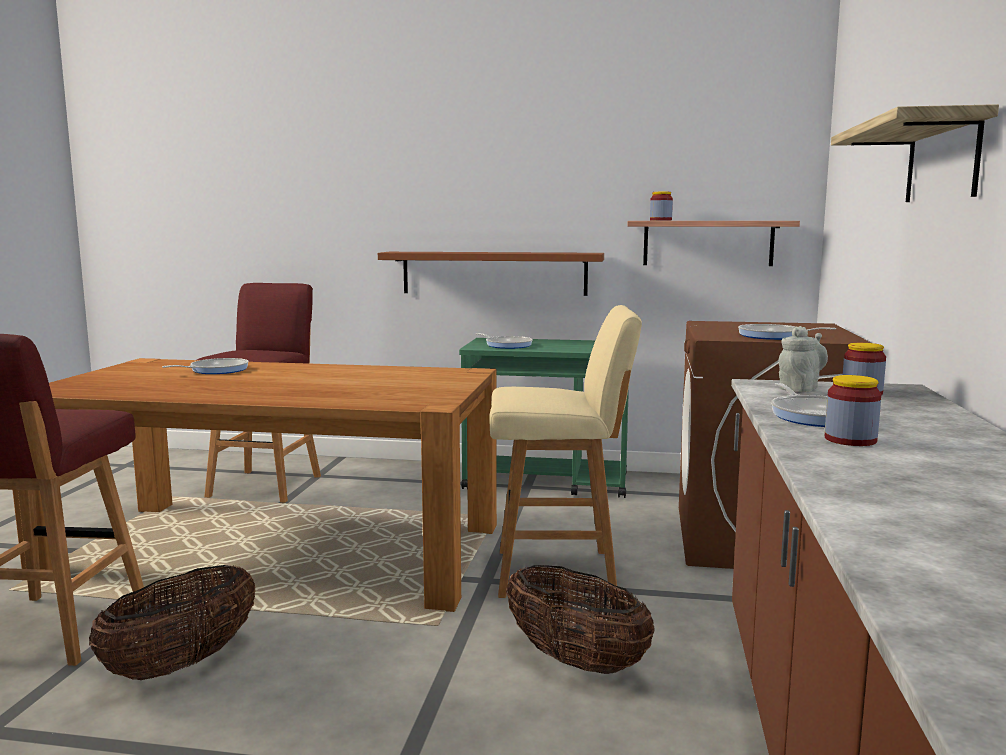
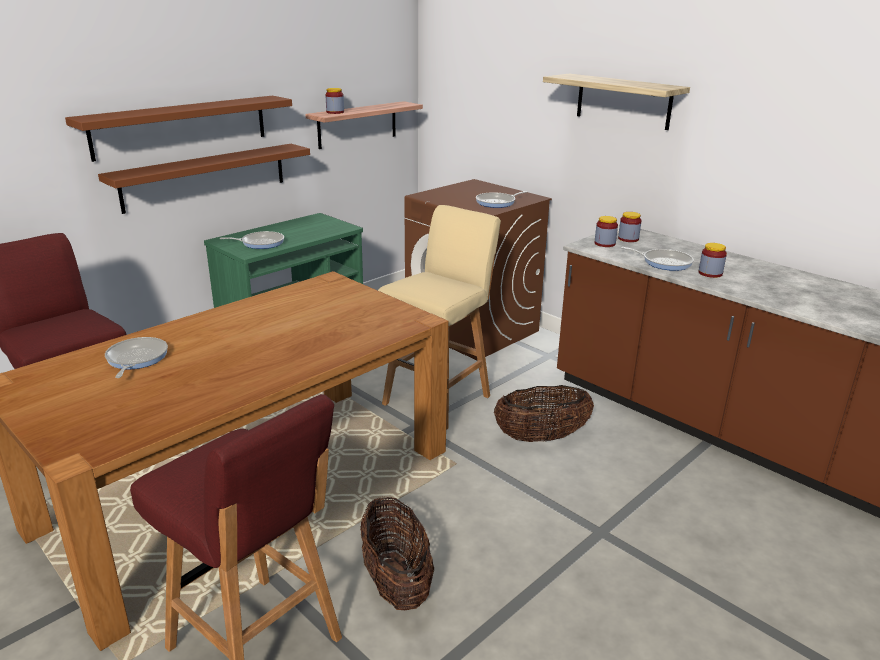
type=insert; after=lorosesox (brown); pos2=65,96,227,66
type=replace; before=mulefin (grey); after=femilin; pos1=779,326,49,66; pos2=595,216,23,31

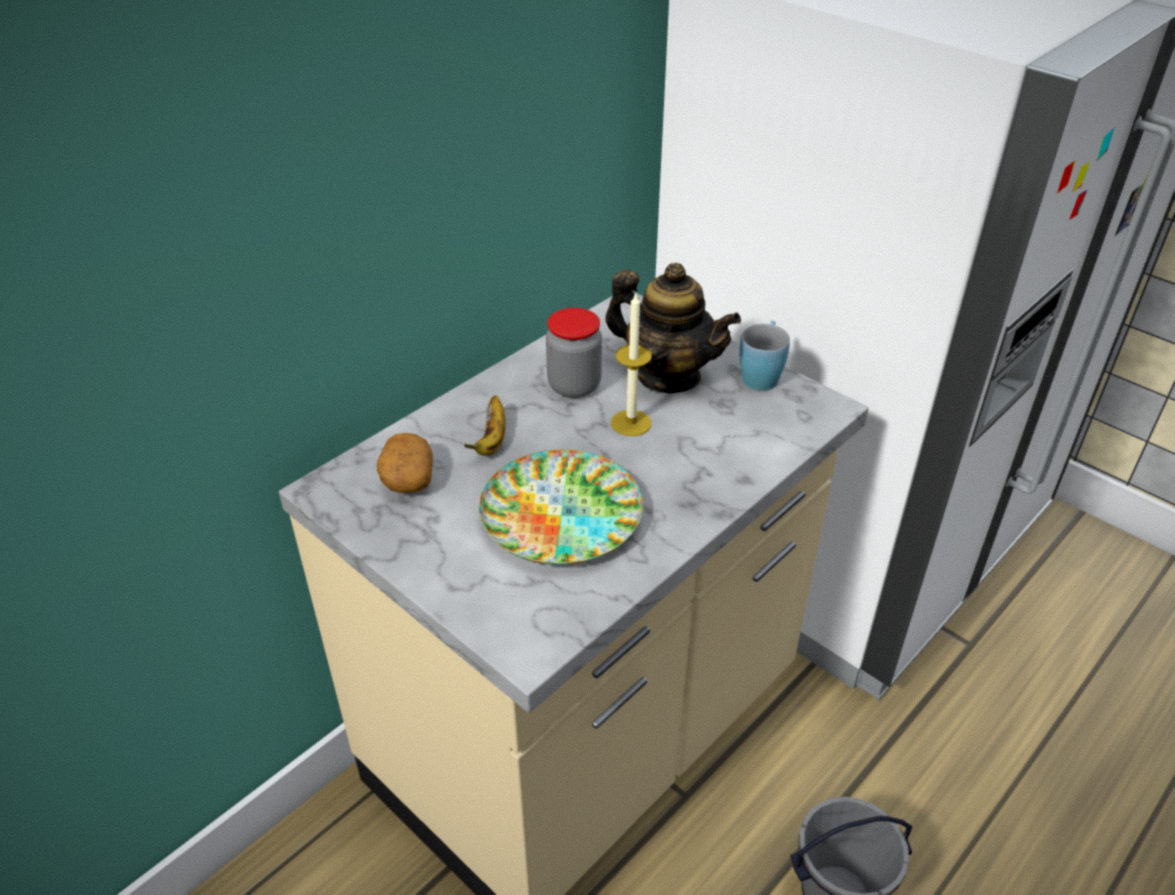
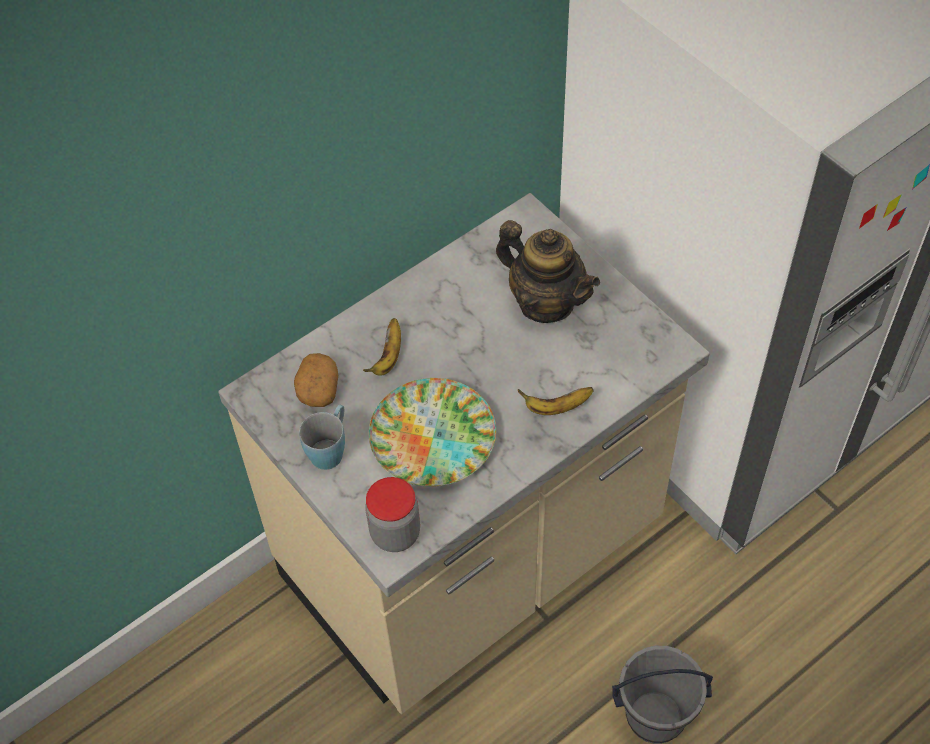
type=move; before=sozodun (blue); pos1=740,320,50,71; pos2=299,405,46,65
type=move; before=femilin; pos1=546,308,56,90; pos2=365,477,55,75
type=insert; after=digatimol; pos2=517,387,77,28
type=delete; before=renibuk; pos1=611,294,41,142

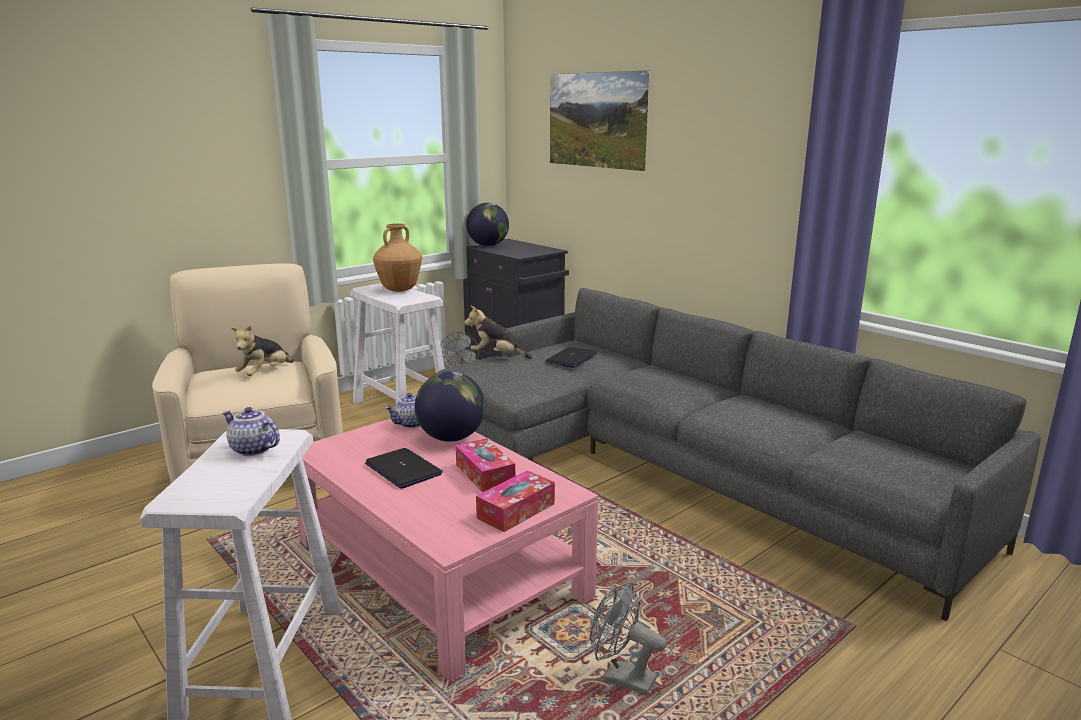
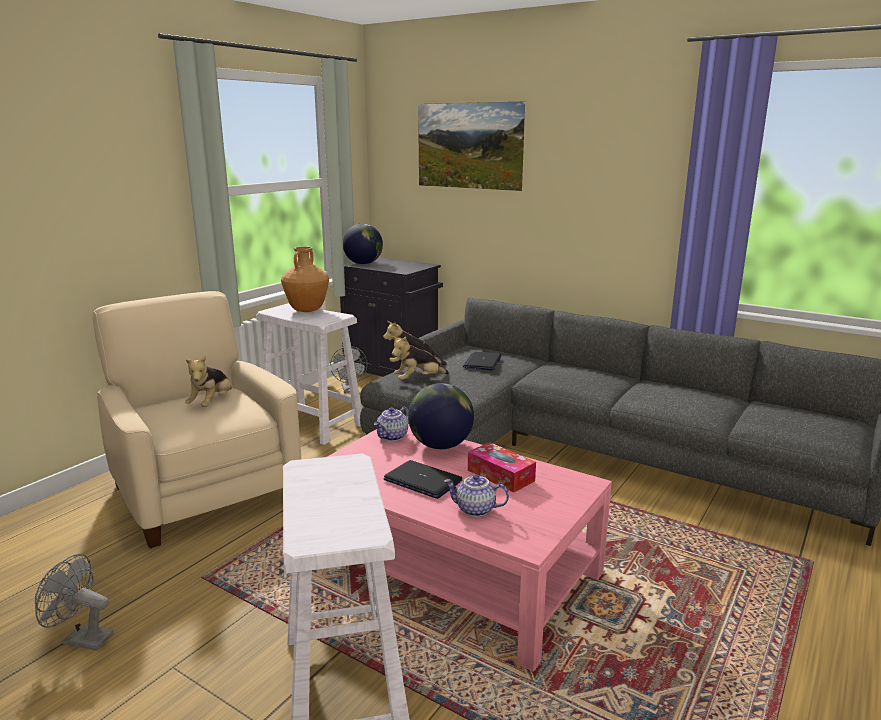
type=move; before=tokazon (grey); pos1=590,582,76,114; pos2=35,554,79,97
type=insert; after=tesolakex; pos2=392,336,57,44
type=move; before=mulefin; pos1=222,407,58,49; pos2=444,474,65,43
type=delete; before=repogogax; pos1=476,470,79,62

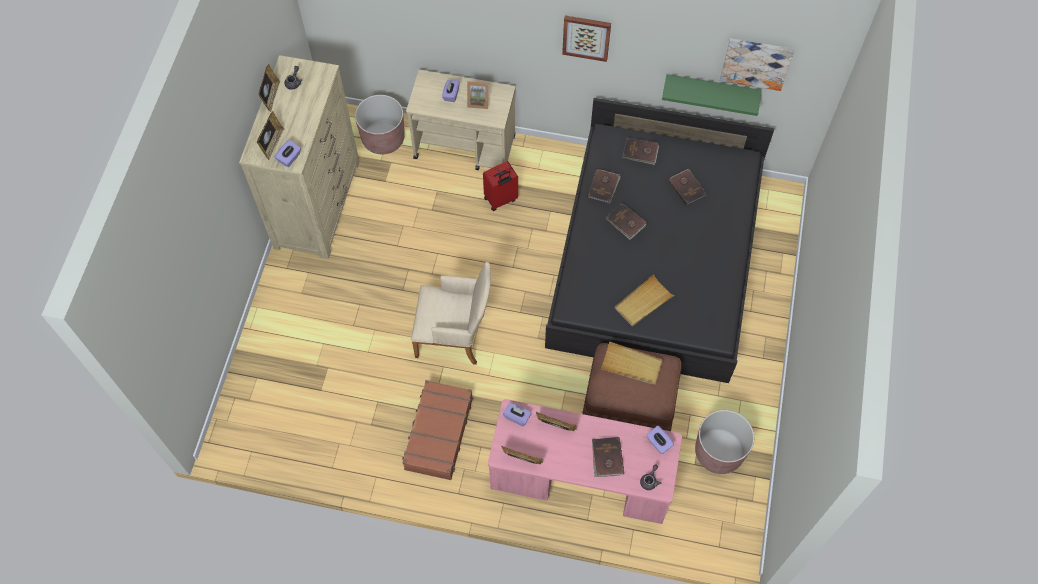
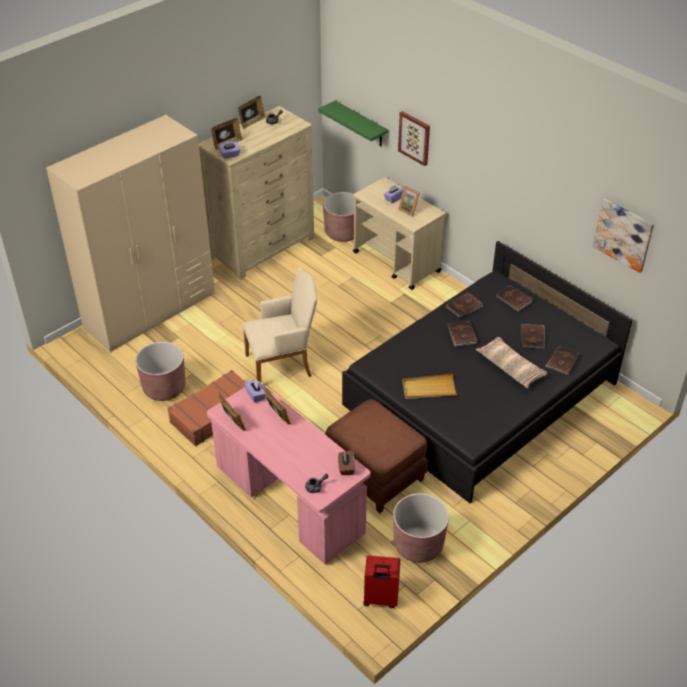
type=insert; after=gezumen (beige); pos2=46,115,169,238
type=insert; after=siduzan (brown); pos2=135,342,51,59
type=rotate; before=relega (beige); pos1=411,262,80,103; pos2=242,267,75,115; turn=-60
type=move; before=lorosesox (green); pos1=662,74,100,42; pos2=318,101,70,45
type=recolor; before=repogogax (purple); after=repogogax (brown); pos1=646,426,28,28; pos2=338,450,17,25
type=move; before=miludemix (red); pos1=483,161,35,50; pos2=363,556,37,52
type=move; before=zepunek; pos1=562,16,49,46; pos2=398,111,32,55
type=insert; after=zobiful; pos2=476,337,71,51
type=move; before=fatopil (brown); pos1=592,437,32,40; pos2=545,346,36,29
type=delete; before=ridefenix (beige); pos1=601,341,62,44

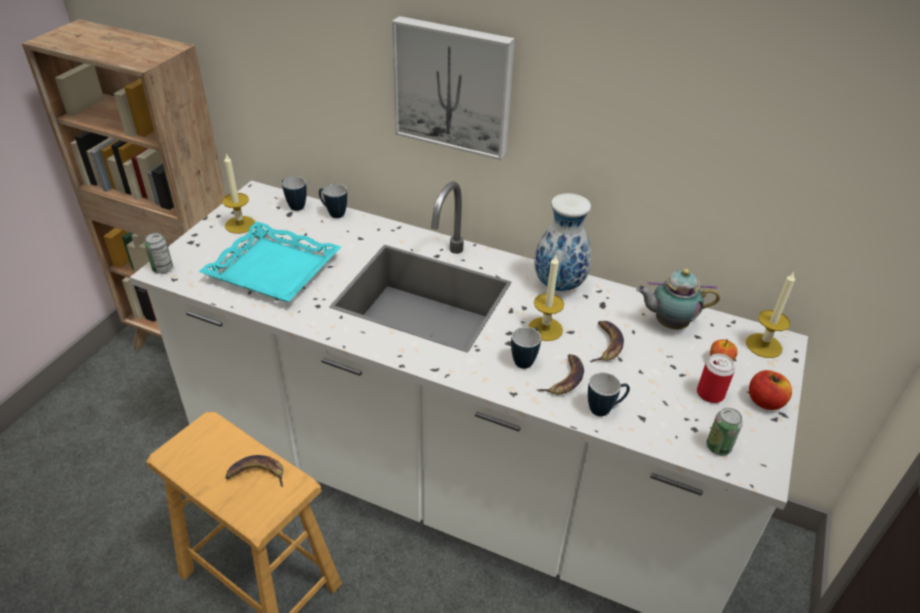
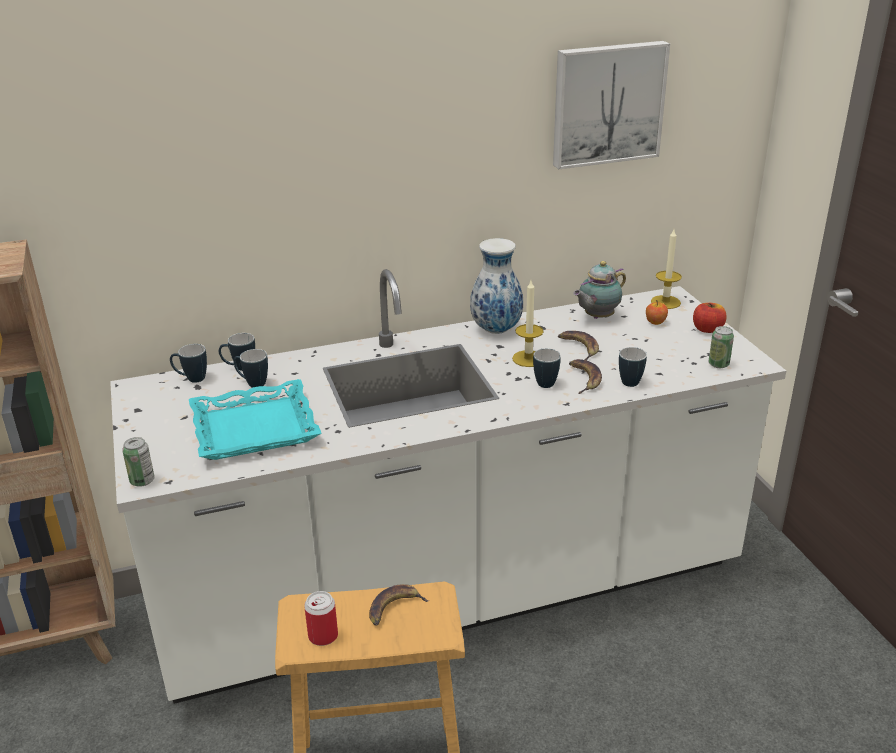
type=insert; after=sozodun; pos2=233,349,35,39
type=move; before=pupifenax; pos1=697,354,38,49; pos2=304,591,34,55
type=move; before=zepunek; pos1=392,16,123,144; pos2=553,41,117,128
type=delete; before=renibuk; pos1=222,153,33,81

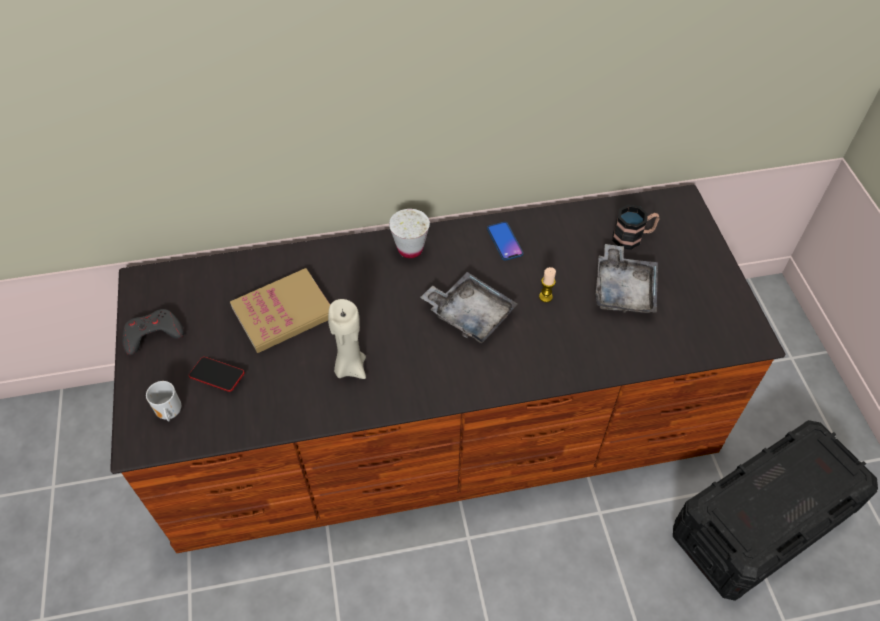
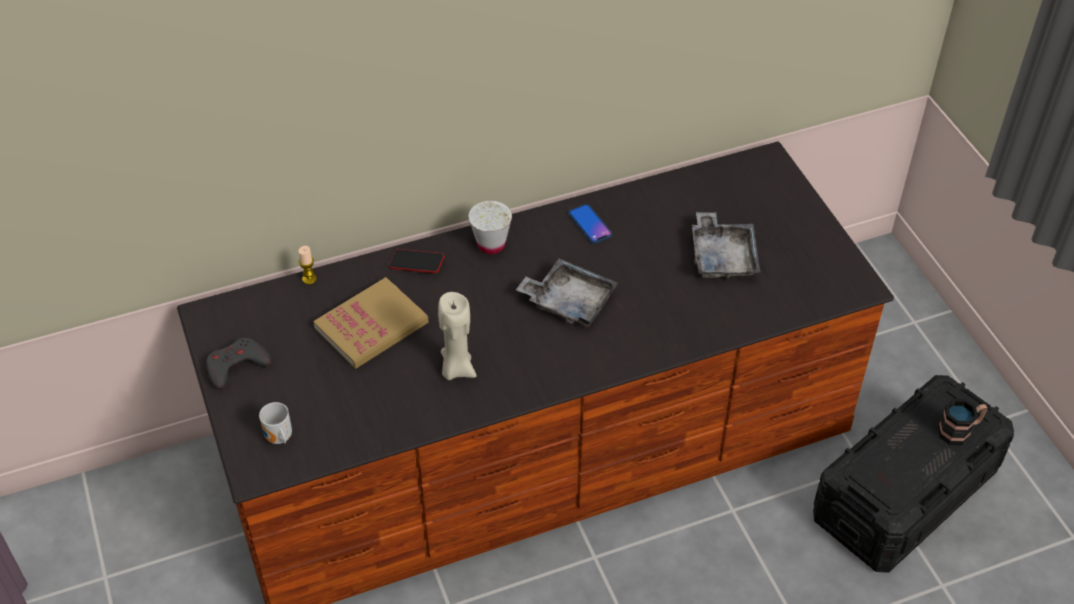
type=move; before=renibuk; pos1=539,267,17,35; pos2=298,246,19,39
type=move; before=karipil; pos1=189,357,56,35; pos2=389,249,56,24
type=move; before=sozodun; pos1=612,204,48,46; pos2=937,399,50,46

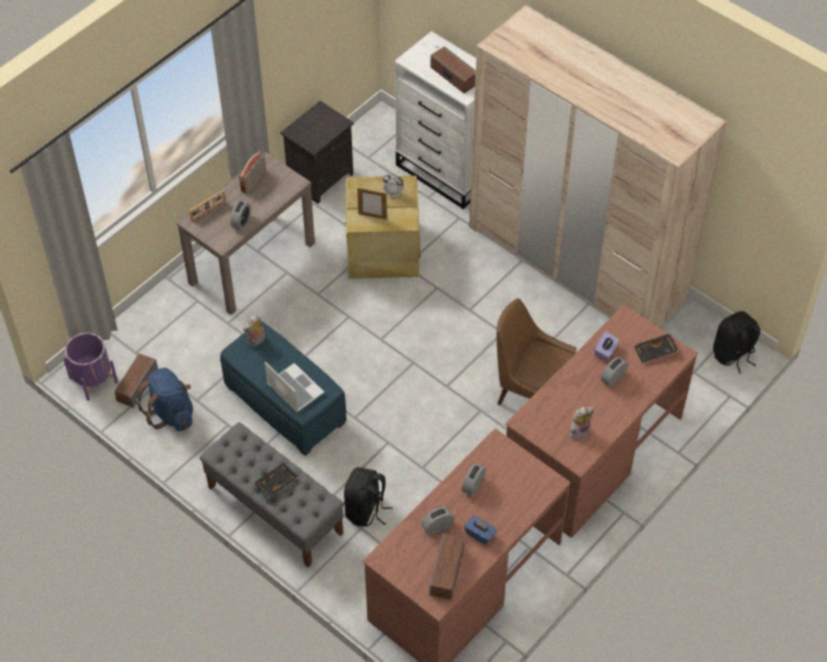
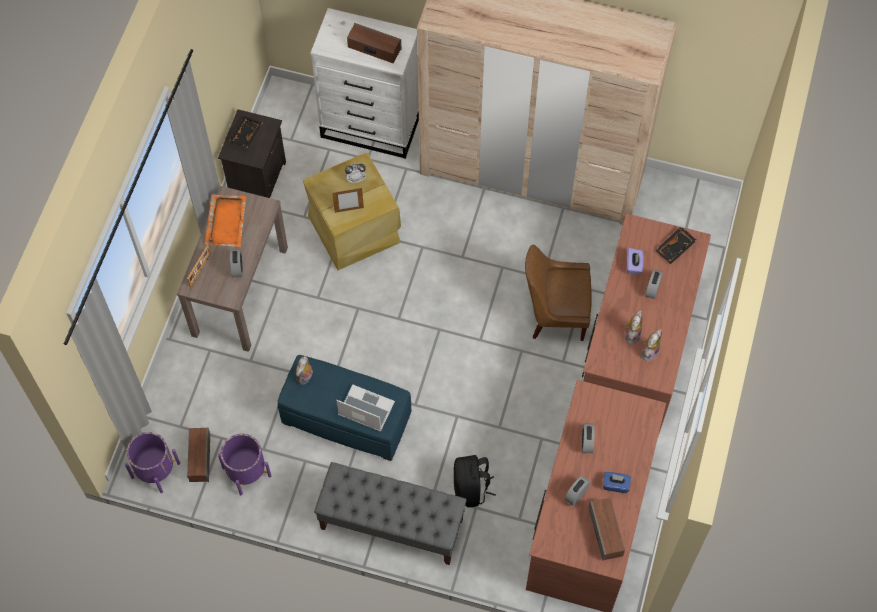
type=replace; before=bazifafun; after=ridefenix (orange); pos1=239,152,27,42; pos2=205,194,41,53
type=replace; before=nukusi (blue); after=siduzan (purple); pos1=136,368,57,63; pos2=218,434,53,61
type=move; before=ridefenix (black); pos1=254,463,45,35; pos2=229,116,33,32
type=insert; after=tesolakex; pos2=625,310,18,37
type=delete; before=nukusi (black); pos1=713,311,47,63

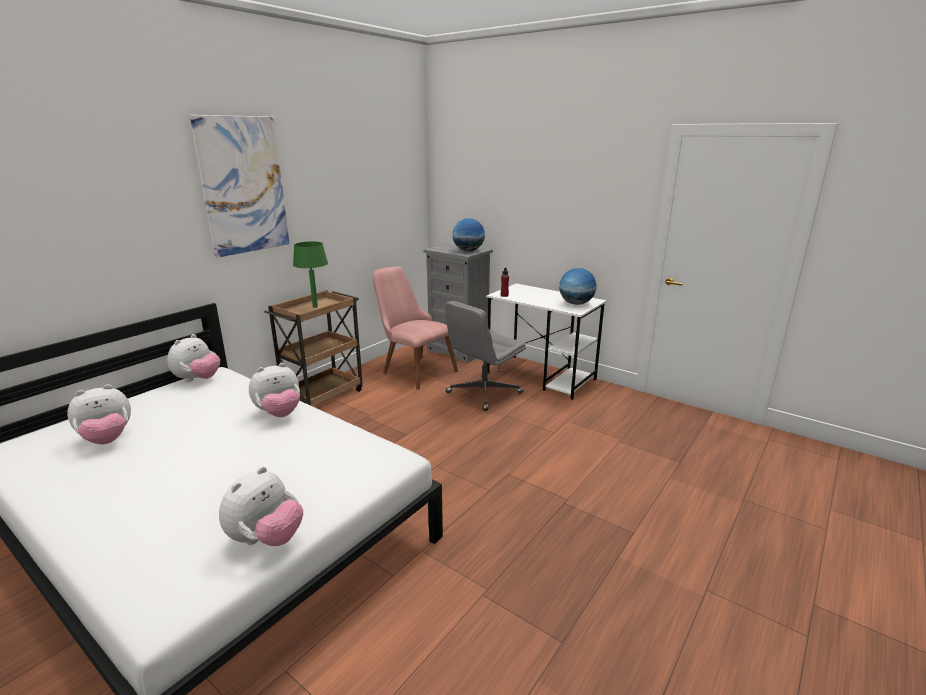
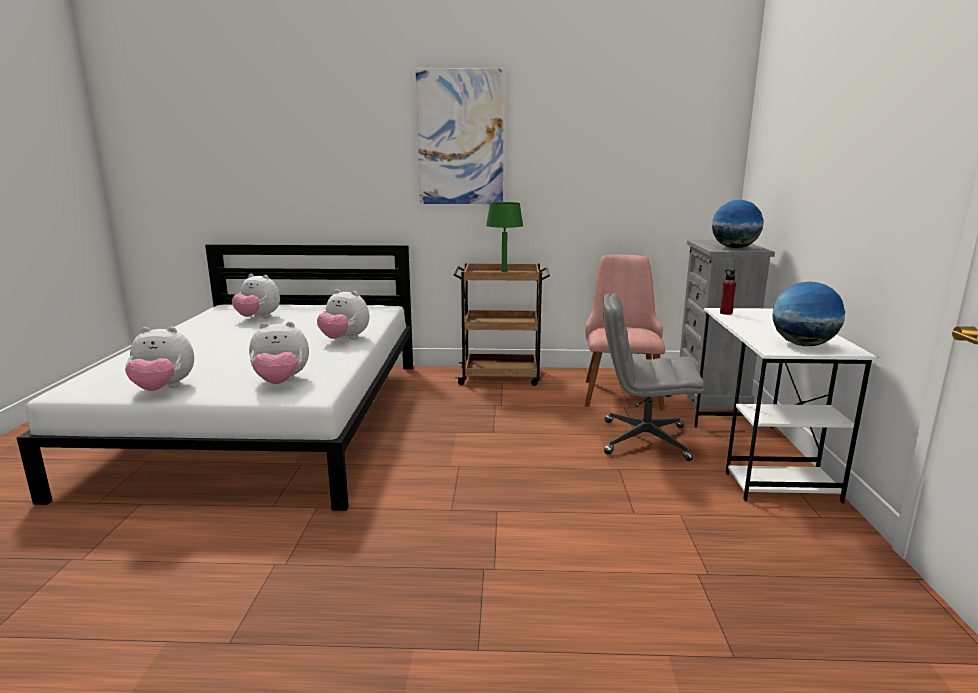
type=move; before=tesolakex; pos1=167,334,53,48; pos2=249,321,60,63

